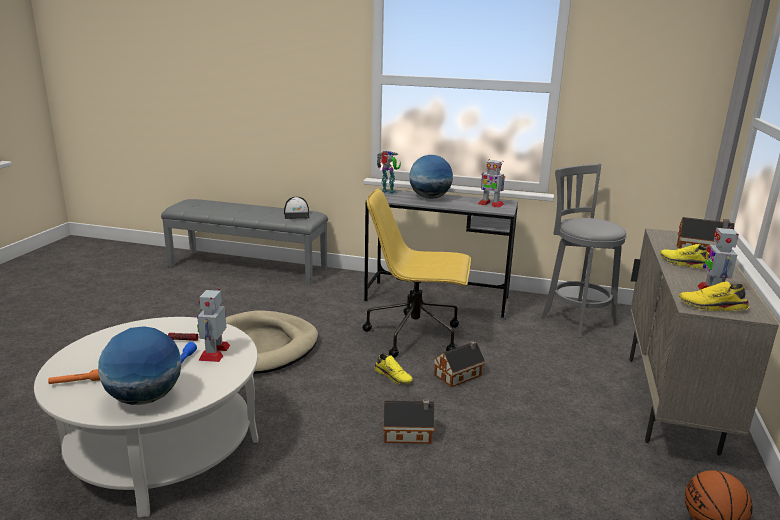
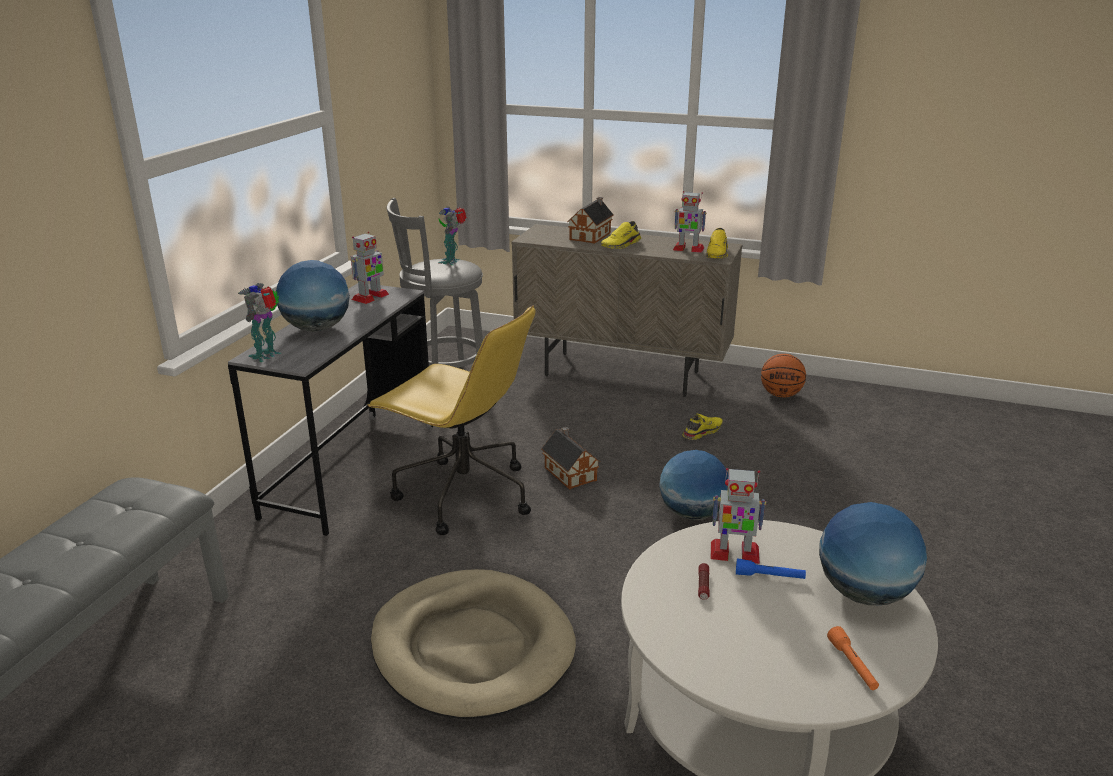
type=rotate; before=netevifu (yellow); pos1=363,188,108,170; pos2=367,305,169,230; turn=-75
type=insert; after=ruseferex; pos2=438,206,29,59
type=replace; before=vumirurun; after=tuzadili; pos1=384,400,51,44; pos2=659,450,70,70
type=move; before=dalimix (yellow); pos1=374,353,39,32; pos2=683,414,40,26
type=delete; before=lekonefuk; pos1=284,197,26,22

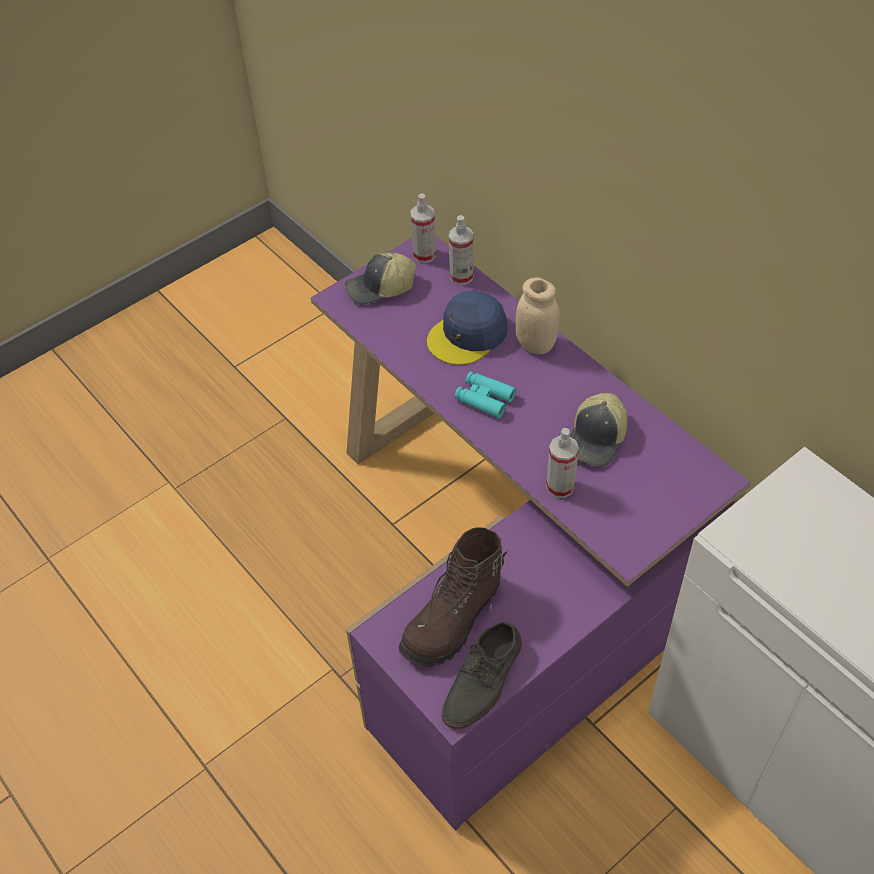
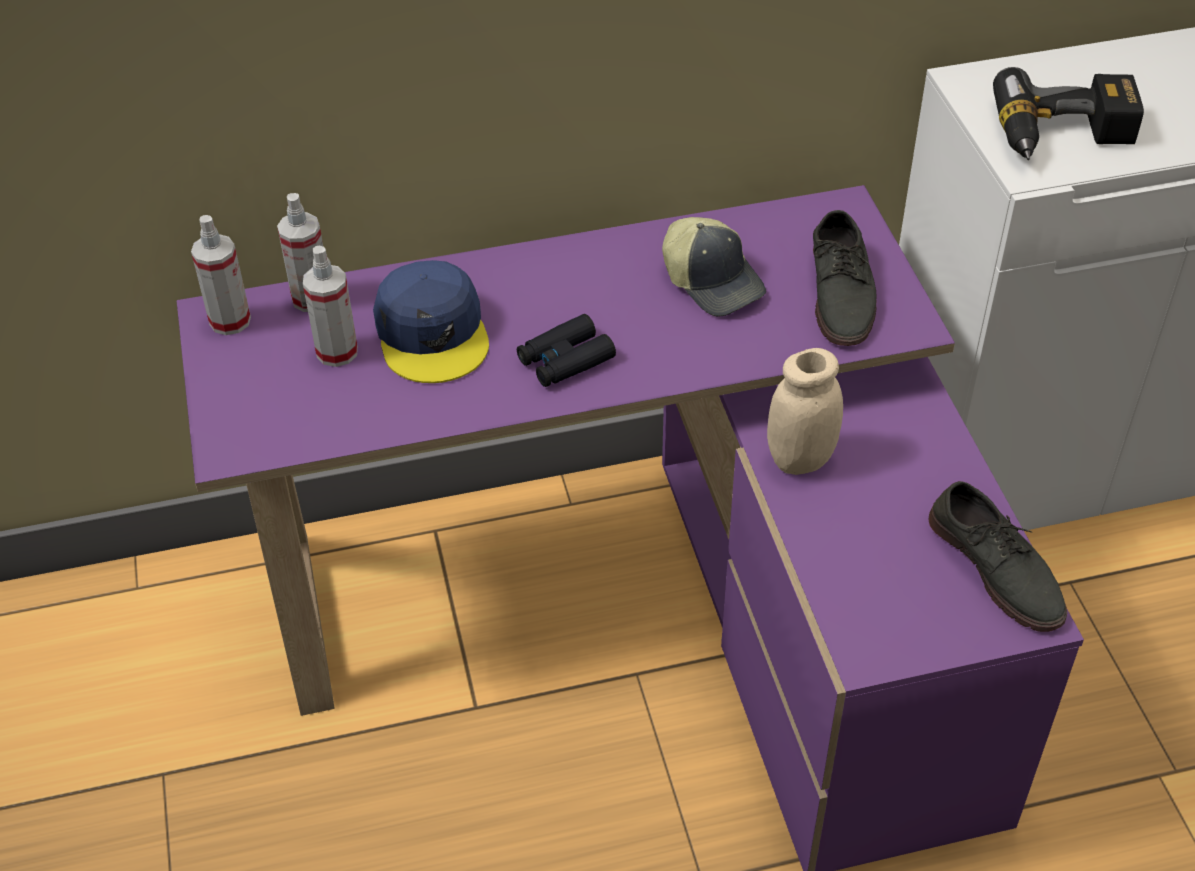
type=move; before=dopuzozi; pos1=546,428,33,70; pos2=303,245,55,122
type=recolor; before=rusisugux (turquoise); after=rusisugux (black); pos1=455,372,61,46; pos2=517,314,99,73
type=move; before=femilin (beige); pos1=515,277,45,77; pos2=767,348,76,127
type=insert; after=dalimix (grey); pos2=813,210,63,136
type=insert; after=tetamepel; pos2=993,67,151,93
type=delete; before=lekonefuk; pos1=345,252,71,53
type=delete; before=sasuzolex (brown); pos1=399,527,108,140

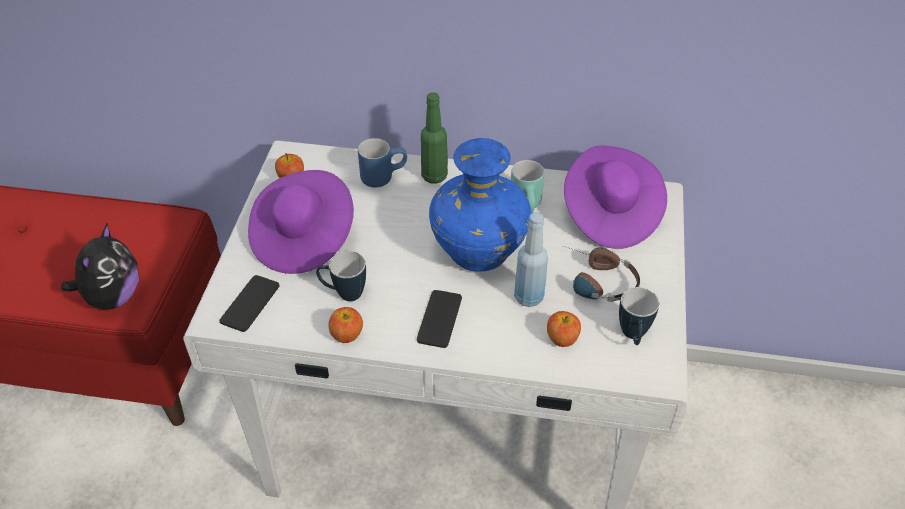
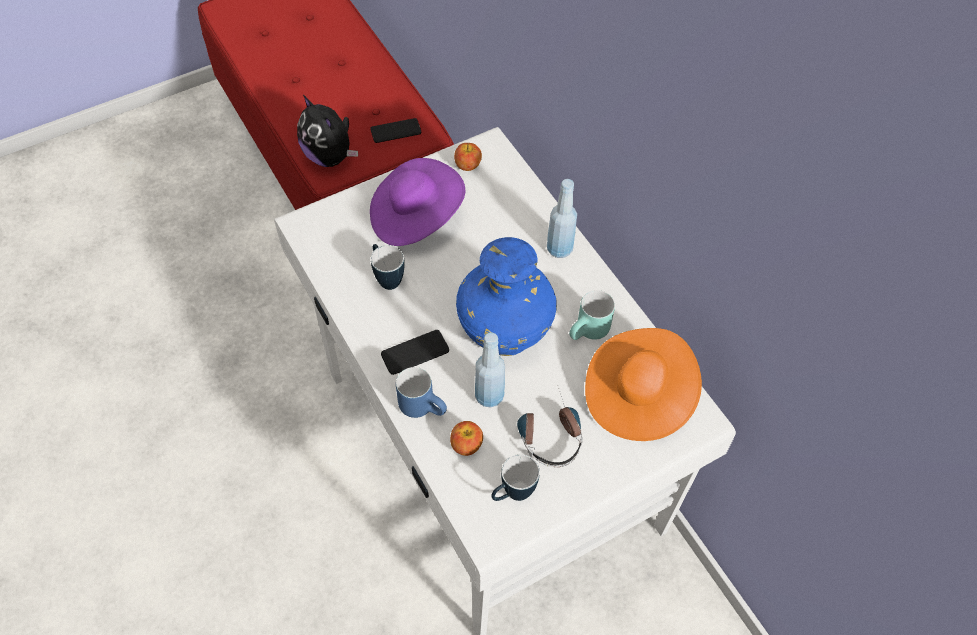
type=rotate; before=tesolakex; pos1=61,222,78,88; pos2=297,95,61,72; turn=75
type=move; before=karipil; pos1=220,275,59,57; pos2=371,118,50,25
type=move; before=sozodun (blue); pos1=358,138,49,50; pos2=396,367,51,51
type=recolor; before=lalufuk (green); after=lalufuk (blue); pos1=421,92,27,92; pos2=547,179,30,79
type=recolor; before=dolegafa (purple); after=dolegafa (orange); pos1=564,145,103,104; pos2=585,328,117,113
type=delete; before=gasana; pos1=328,307,35,36

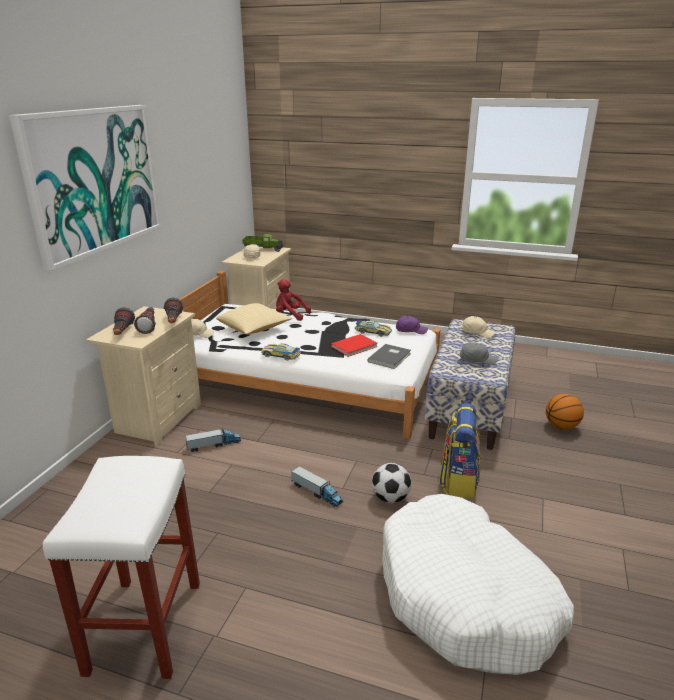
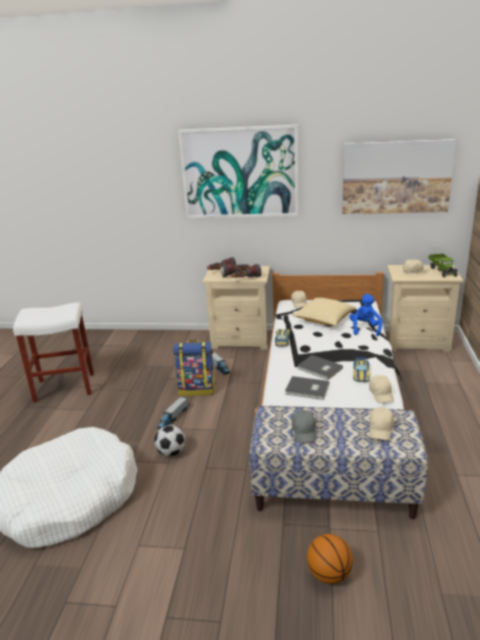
type=move; before=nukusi; pos1=439,403,41,96; pos2=173,340,43,56
type=recolor; before=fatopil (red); after=fatopil (grey); pos1=331,334,47,23; pos2=297,355,46,25
type=insert; after=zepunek; pos2=342,139,114,75
type=recolor; before=tesolakex (red); after=tesolakex (blue); pos1=276,279,35,42; pos2=349,294,33,42
type=recolor; before=lekonefuk (purple); after=lekonefuk (beige); pos1=396,316,32,18; pos2=369,375,25,28

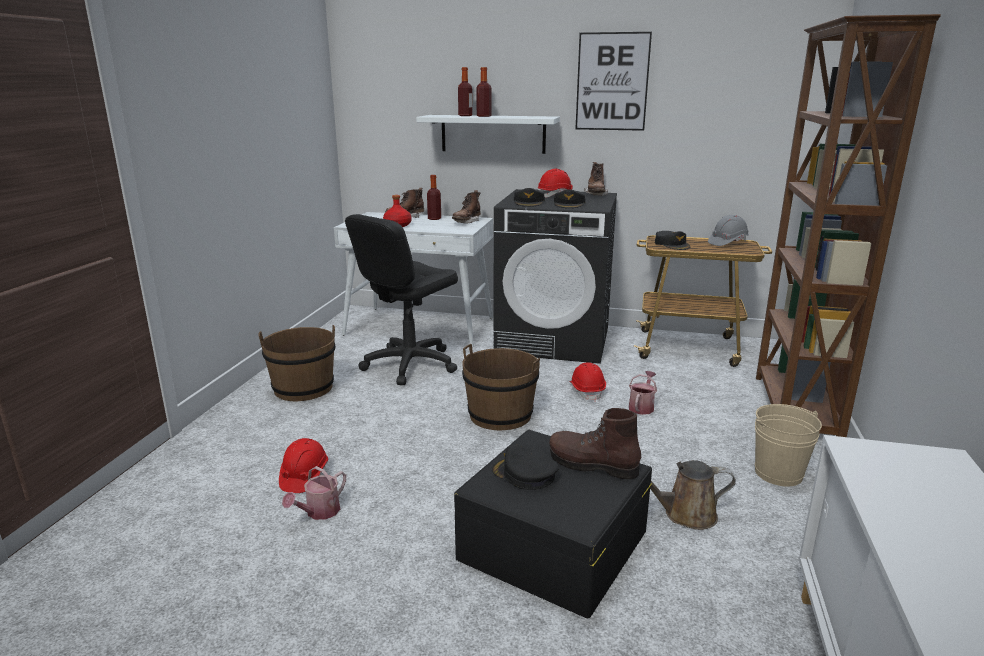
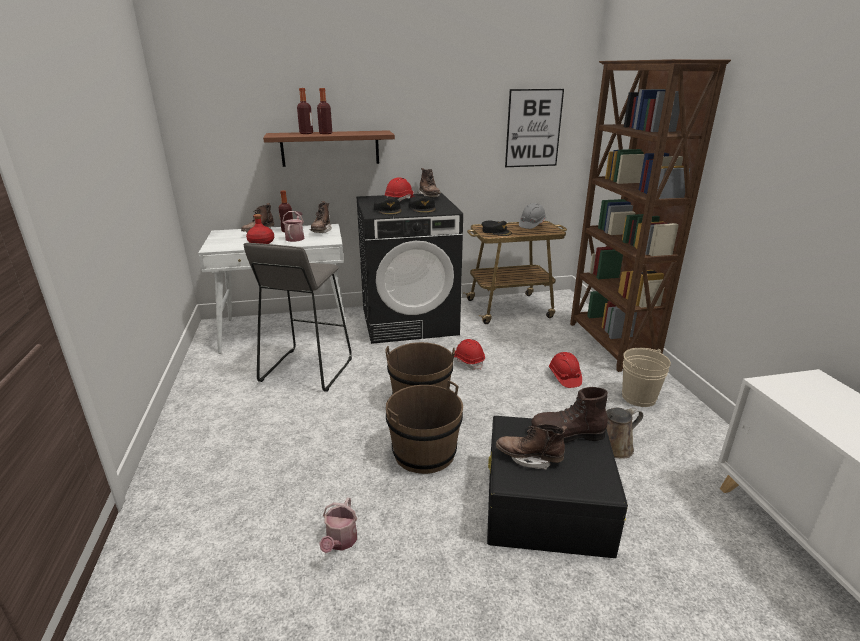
type=replace; before=netevifu (black); after=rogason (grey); pos1=345,214,113,171; pos2=243,242,109,150
type=recolor; before=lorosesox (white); after=lorosesox (brown); pos1=416,115,144,39; pos2=263,130,132,37
type=move; before=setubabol; pos1=629,371,28,44; pos2=282,211,22,31
type=move; before=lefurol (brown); pos1=259,325,76,76; pos2=386,380,77,94
type=replace; before=lekonefuk (black); after=sasuzolex (brown); pos1=492,444,67,46; pos2=496,424,72,45
type=move; before=zepunek; pos1=576,32,76,99; pos2=505,89,59,78
type=move; before=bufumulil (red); pos1=279,438,49,55; pos2=549,352,33,36

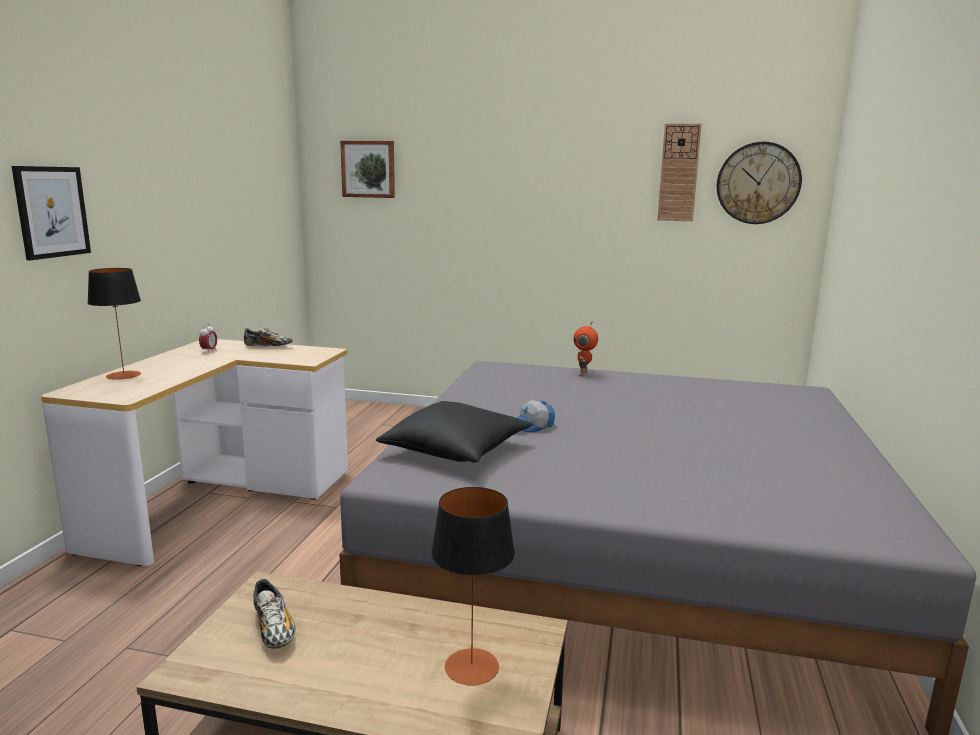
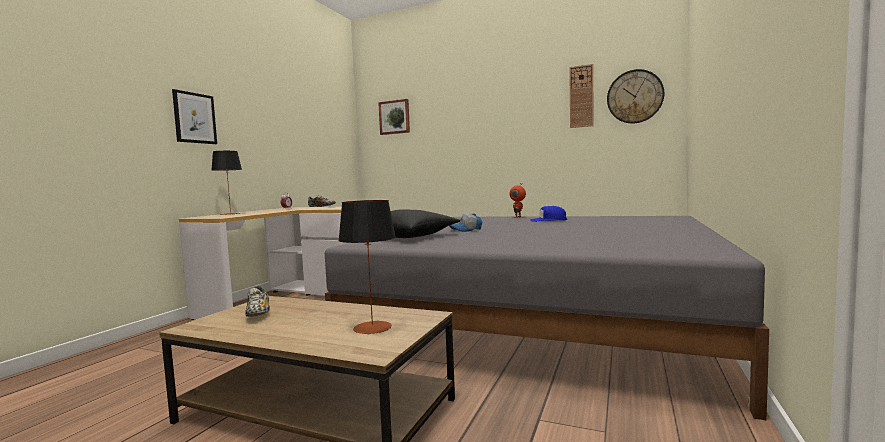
type=insert; after=lekonefuk (blue); pos2=530,206,37,16

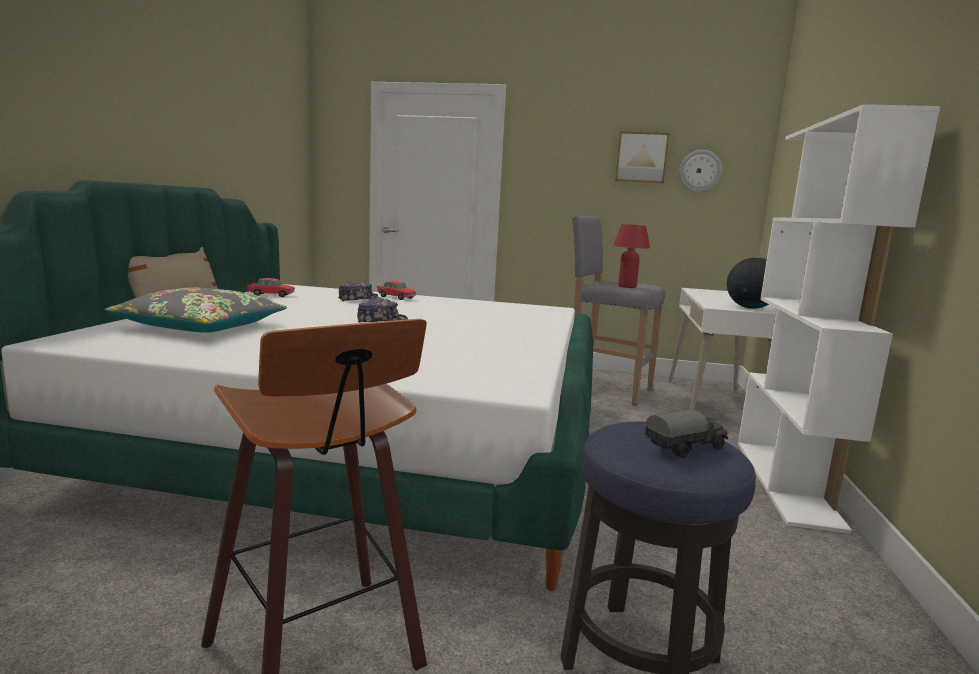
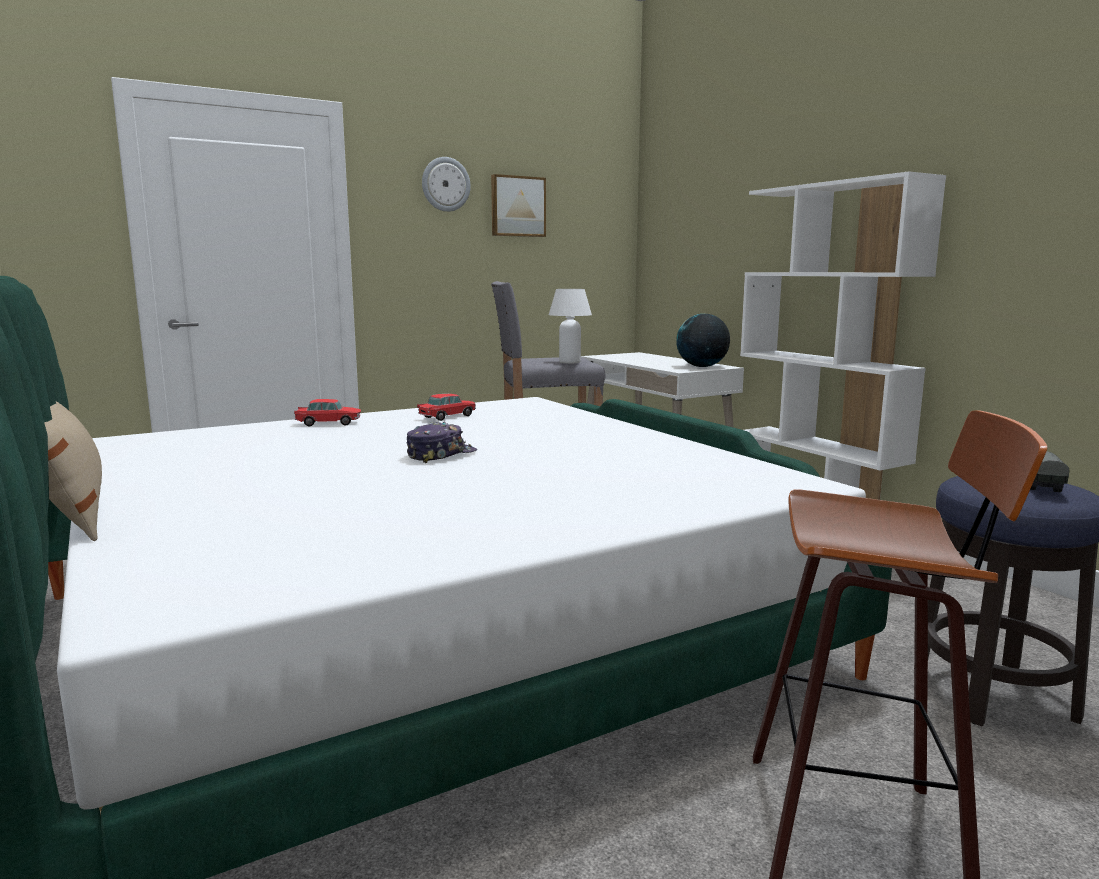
type=move; before=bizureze; pos1=247,278,48,19; pos2=417,394,59,27
type=move; before=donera; pos1=679,150,43,43; pos2=422,157,49,55
type=recolor; before=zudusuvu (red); after=zudusuvu (white); pos1=613,224,37,64; pos2=549,289,43,74
type=delete; before=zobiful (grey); pos1=105,287,182,46
type=delete; before=lekonefuk; pos1=338,280,42,21

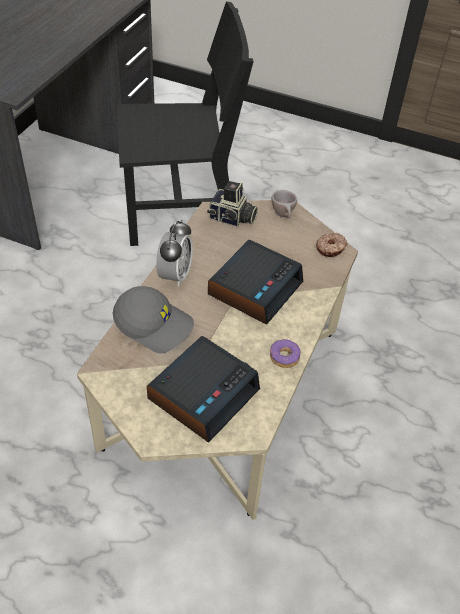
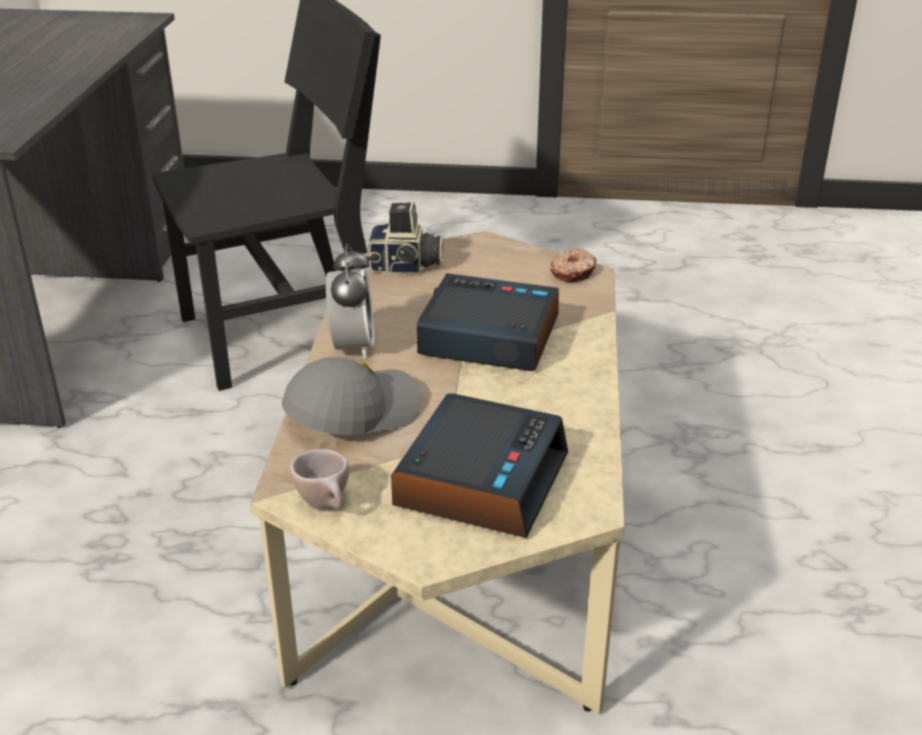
type=rotate; before=lekonefuk (grey); pos1=113,286,81,67; pos2=282,357,138,78; turn=-45
type=move; before=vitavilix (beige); pos1=272,190,25,28; pos2=290,449,59,61
type=rotate; before=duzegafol; pos1=208,240,95,85; pos2=416,273,143,98; turn=-90
type=delete; before=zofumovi; pos1=270,339,31,29

